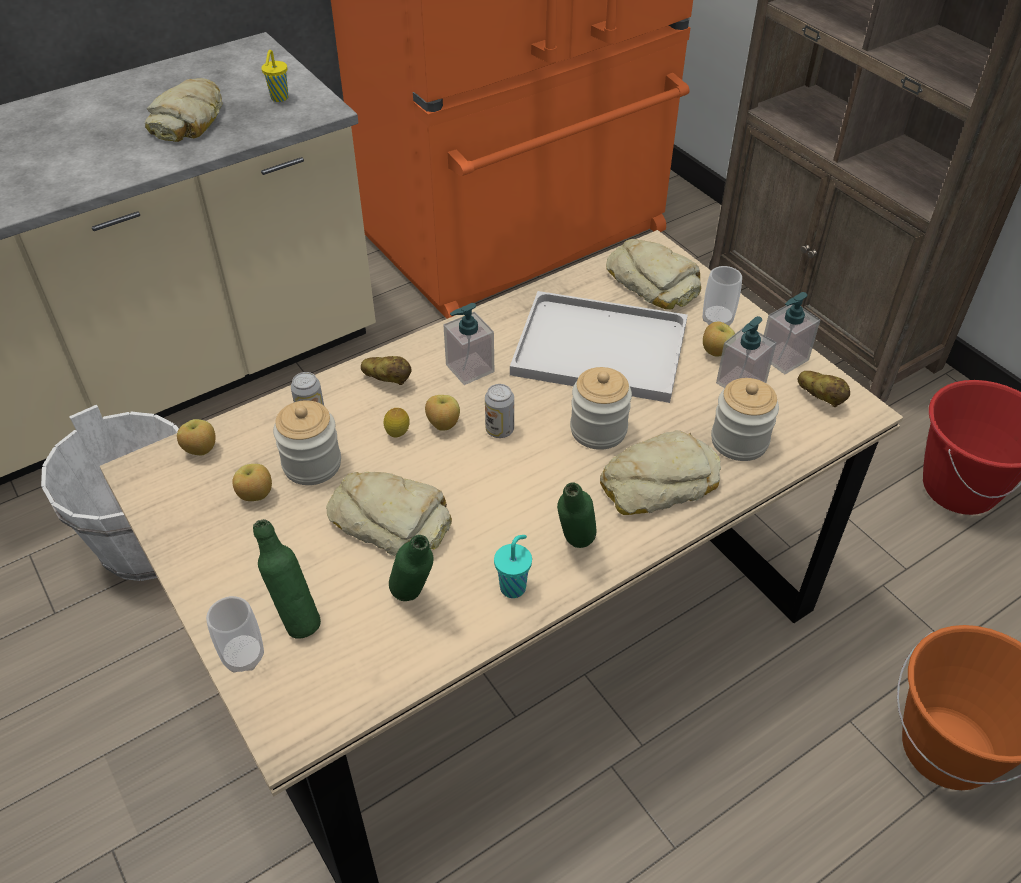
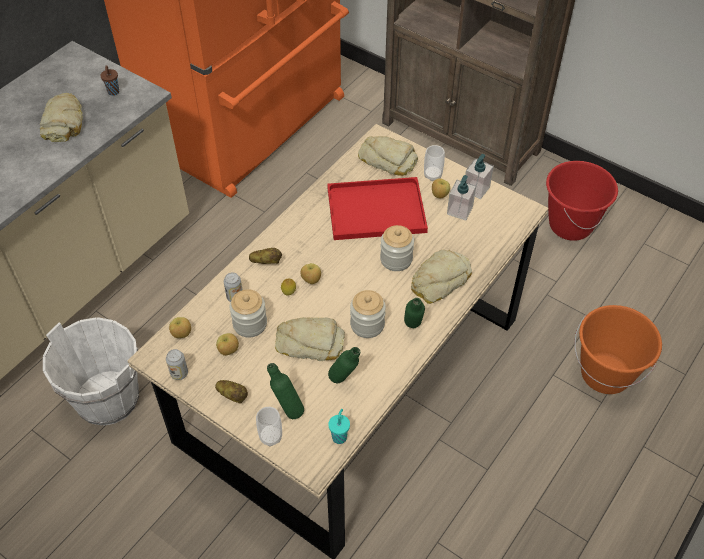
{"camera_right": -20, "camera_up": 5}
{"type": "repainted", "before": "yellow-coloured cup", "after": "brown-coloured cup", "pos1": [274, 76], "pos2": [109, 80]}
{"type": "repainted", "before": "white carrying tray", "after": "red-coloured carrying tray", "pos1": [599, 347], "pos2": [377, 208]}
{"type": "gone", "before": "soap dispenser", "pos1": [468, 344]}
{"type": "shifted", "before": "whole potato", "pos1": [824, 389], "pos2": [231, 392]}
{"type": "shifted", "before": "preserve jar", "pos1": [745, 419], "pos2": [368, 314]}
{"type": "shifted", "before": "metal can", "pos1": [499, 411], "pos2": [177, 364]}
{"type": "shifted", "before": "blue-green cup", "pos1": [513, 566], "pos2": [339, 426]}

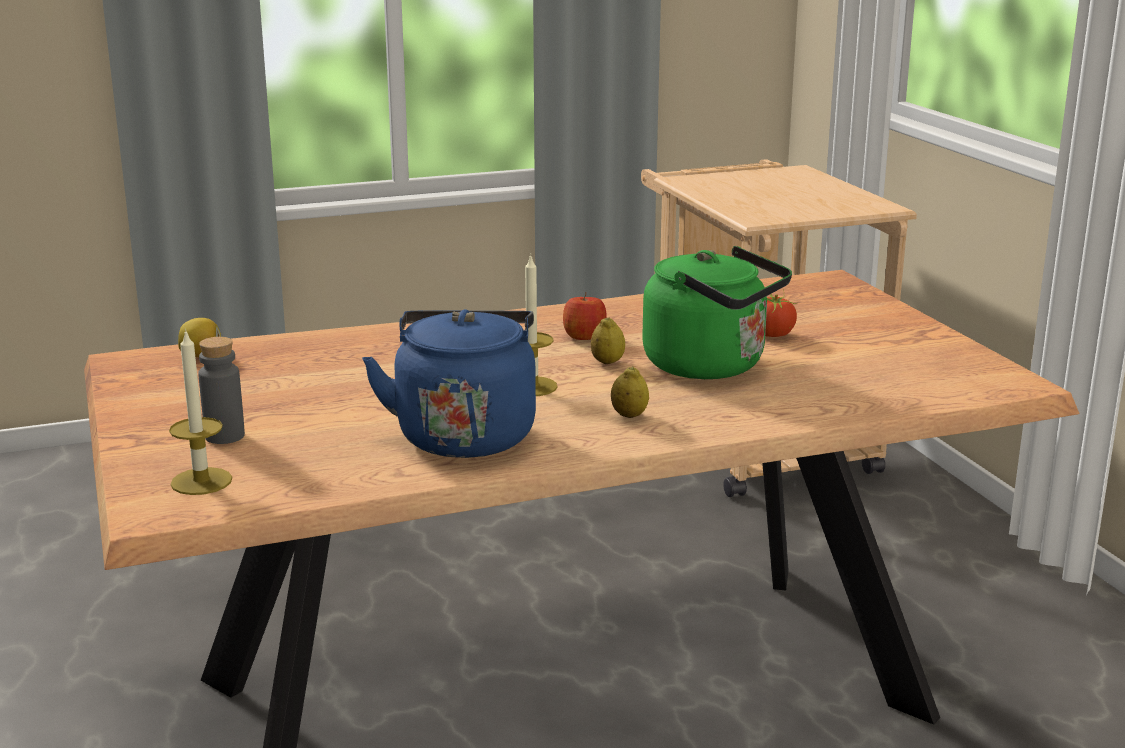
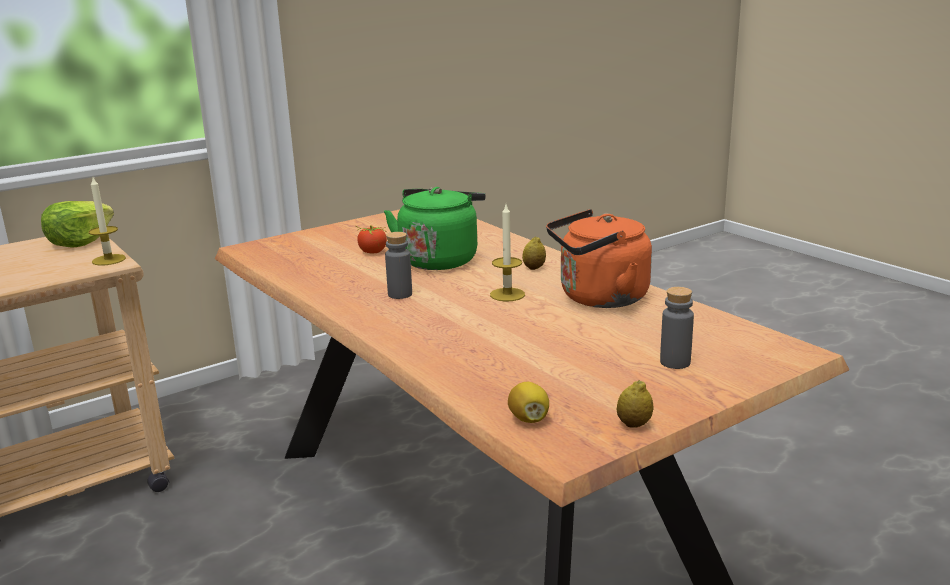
{"camera_right": -105, "camera_up": 0}
{"type": "swapped", "before": "apple fruit", "after": "grey drink bottle", "pos1": [585, 316], "pos2": [398, 265]}
{"type": "repainted", "before": "bluish tea kettle", "after": "orange tea kettle", "pos1": [449, 383], "pos2": [599, 258]}
{"type": "shifted", "before": "citrus fruit", "pos1": [608, 340], "pos2": [635, 404]}
{"type": "shifted", "before": "wax light", "pos1": [200, 412], "pos2": [107, 221]}
{"type": "new", "after": "head of lettuce", "pos2": [77, 224]}

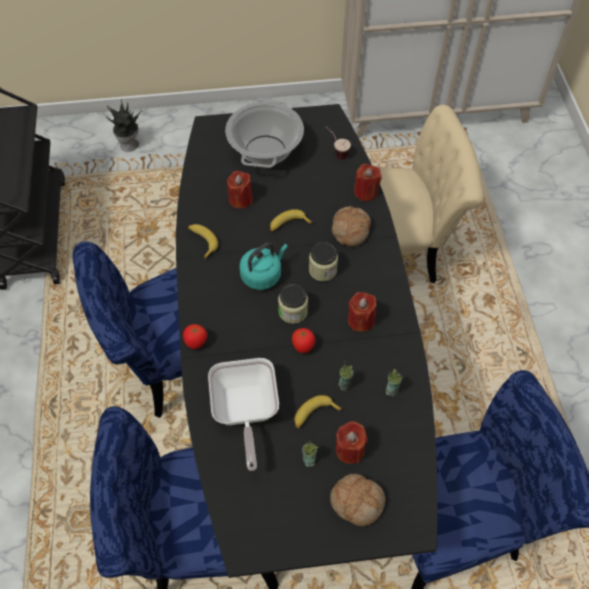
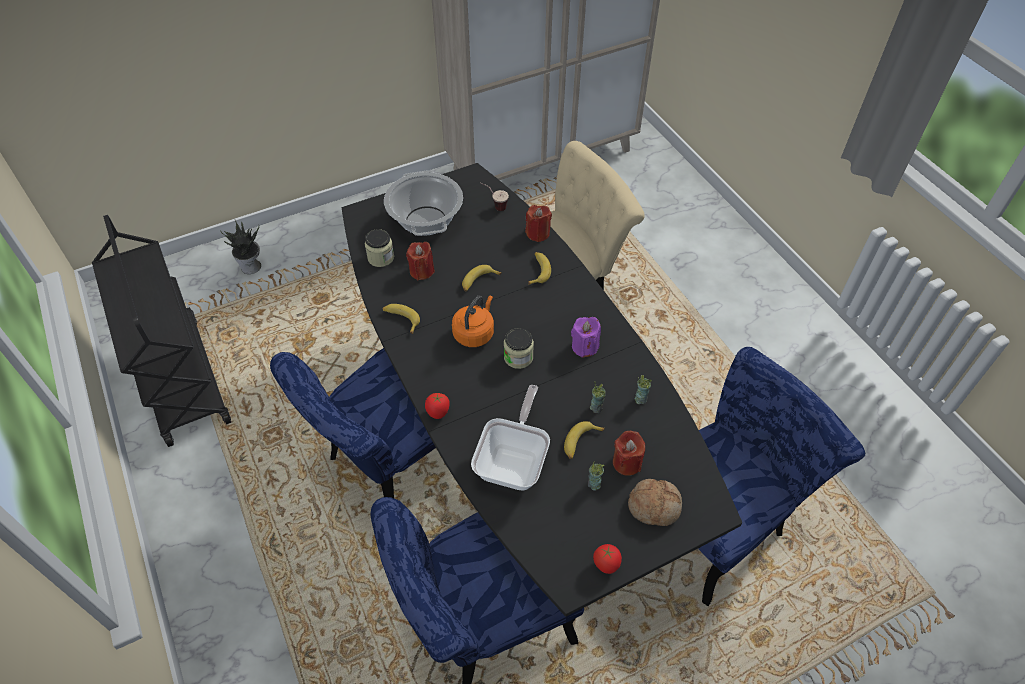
{"camera_right": -20, "camera_up": -5}
{"type": "swapped", "before": "bread", "after": "whole banana", "pos1": [351, 226], "pos2": [539, 268]}
{"type": "repainted", "before": "blue-green tea kettle", "after": "orange tea kettle", "pos1": [263, 266], "pos2": [473, 321]}
{"type": "shifted", "before": "preserve jar", "pos1": [323, 261], "pos2": [379, 248]}
{"type": "repainted", "before": "red-coloured wax light", "after": "purple-coloured wax light", "pos1": [362, 312], "pos2": [586, 337]}
{"type": "shifted", "before": "fresh tomato", "pos1": [304, 340], "pos2": [607, 559]}
{"type": "rotated", "before": "skillet", "pos1": [243, 414], "pos2": [510, 438], "turn": -135}

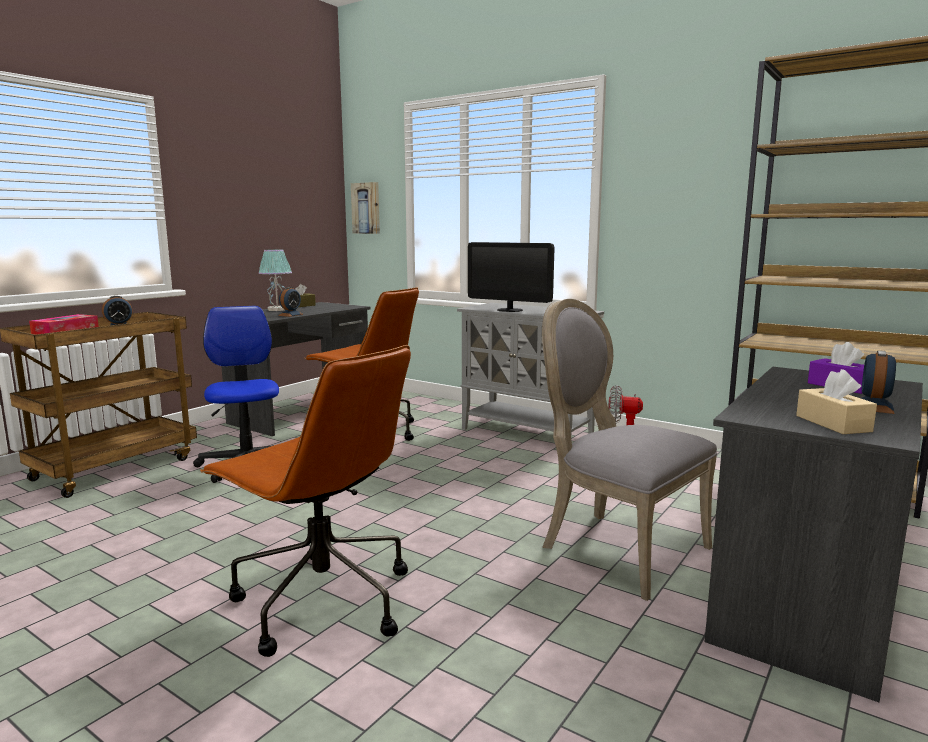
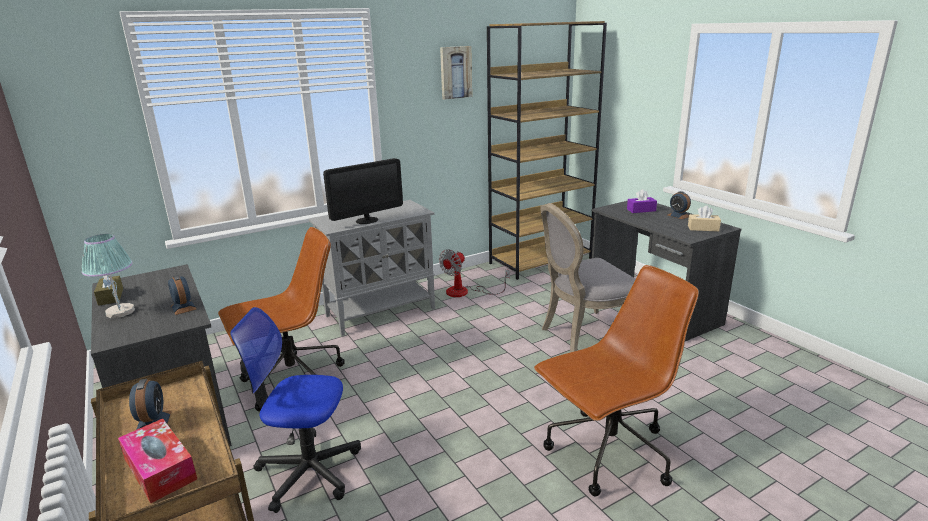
{"camera_right": -65, "camera_up": 10}
{"type": "shifted", "before": "wall art", "pos1": [365, 208], "pos2": [456, 73]}

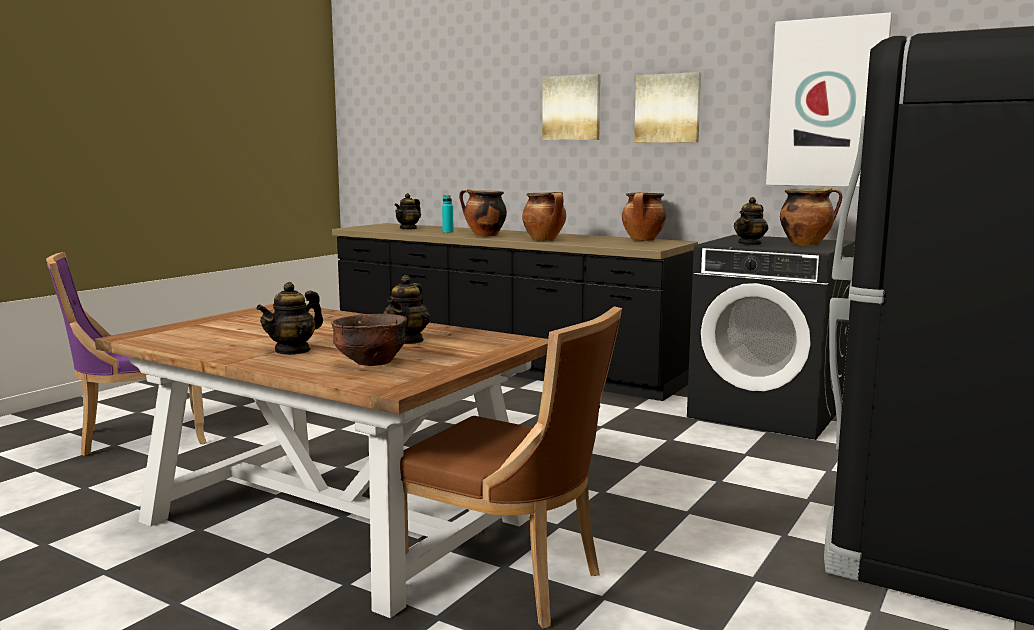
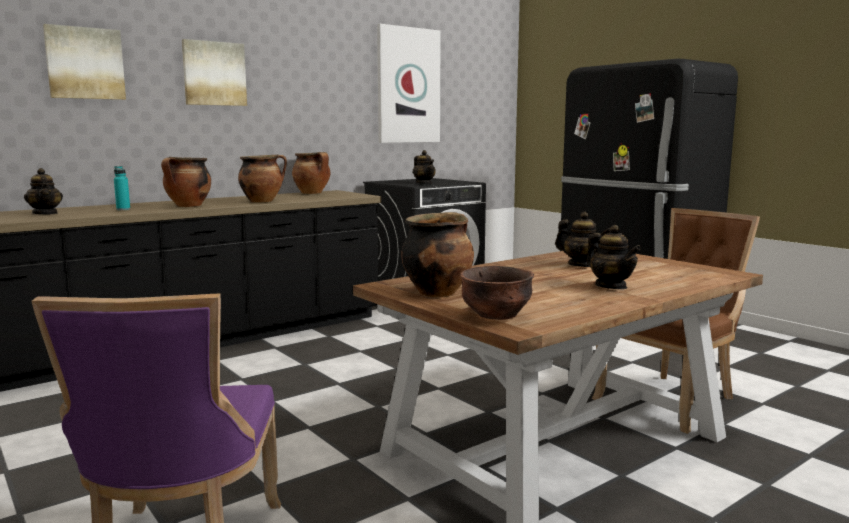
{"camera_right": -70, "camera_up": 0}
{"type": "shifted", "before": "wall art", "pos1": [667, 107], "pos2": [84, 62]}
{"type": "shifted", "before": "saucepot", "pos1": [811, 216], "pos2": [437, 254]}
{"type": "shifted", "before": "brown-coloured serving bowl", "pos1": [369, 340], "pos2": [497, 293]}

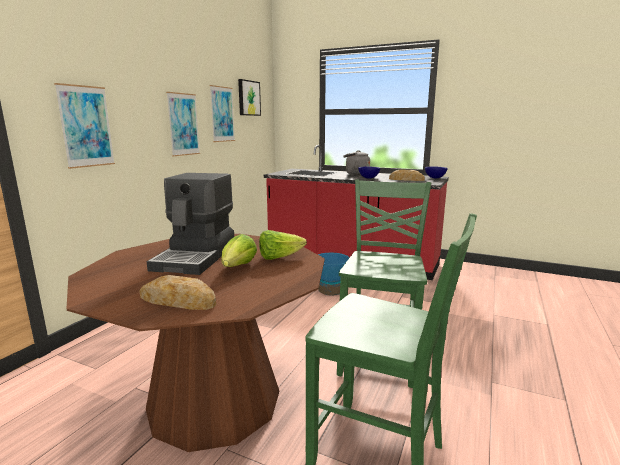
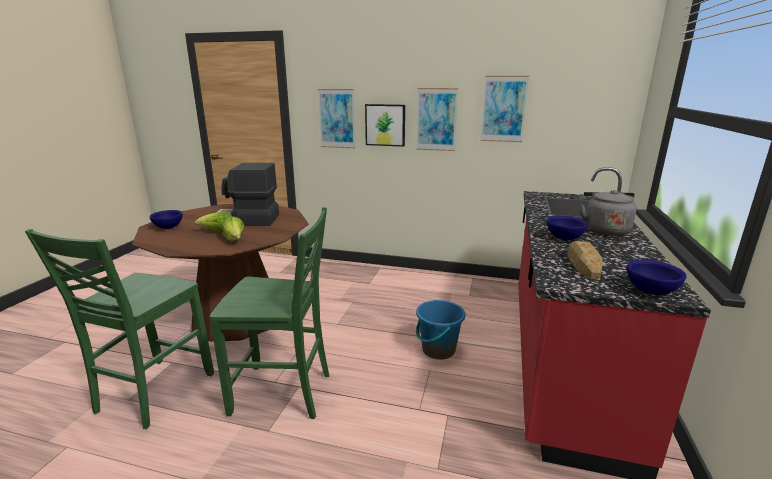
{"camera_right": 80, "camera_up": 5}
{"type": "shifted", "before": "wall art", "pos1": [249, 97], "pos2": [385, 125]}
{"type": "swapped", "before": "bread", "after": "bluish serving bowl", "pos1": [177, 292], "pos2": [166, 219]}

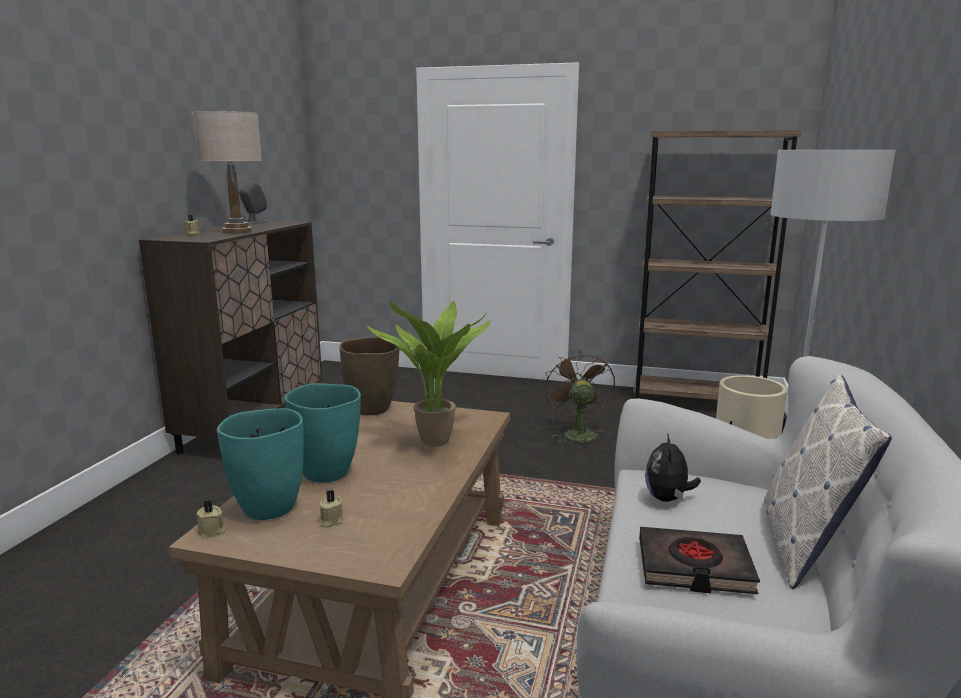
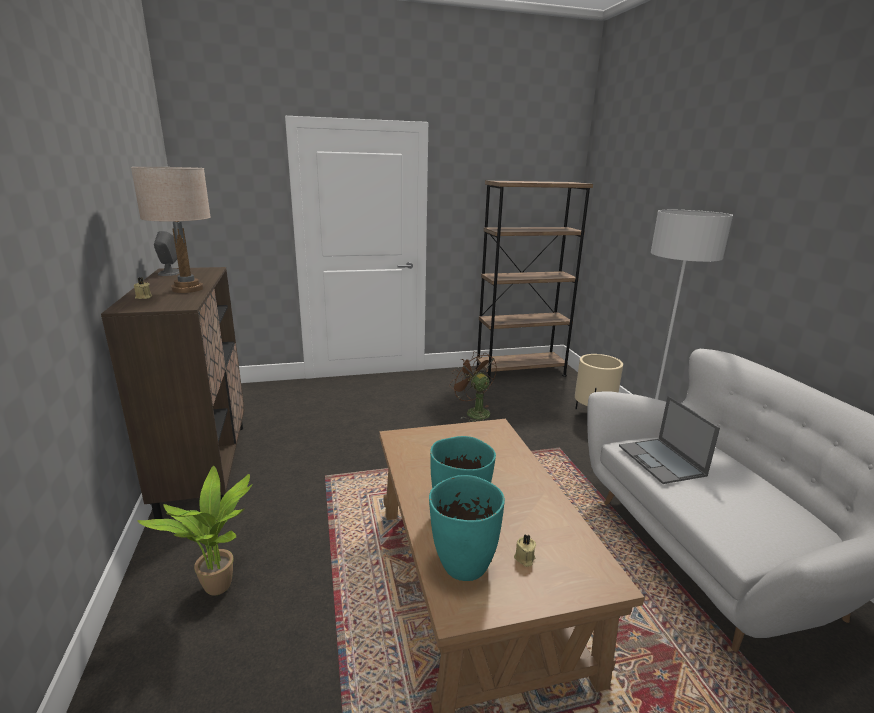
{"camera_right": -30, "camera_up": 5}
{"type": "shifted", "before": "potted plant", "pos1": [429, 374], "pos2": [194, 530]}
{"type": "gone", "before": "brown-coloured decorative vase", "pos1": [369, 376]}
{"type": "gone", "before": "throw pillow", "pos1": [828, 482]}
{"type": "swapped", "before": "cuddly toy", "after": "laptop", "pos1": [673, 467], "pos2": [669, 440]}
{"type": "gone", "before": "sand-coloured wax light", "pos1": [211, 519]}
{"type": "gone", "before": "black-coloured bound book", "pos1": [699, 560]}

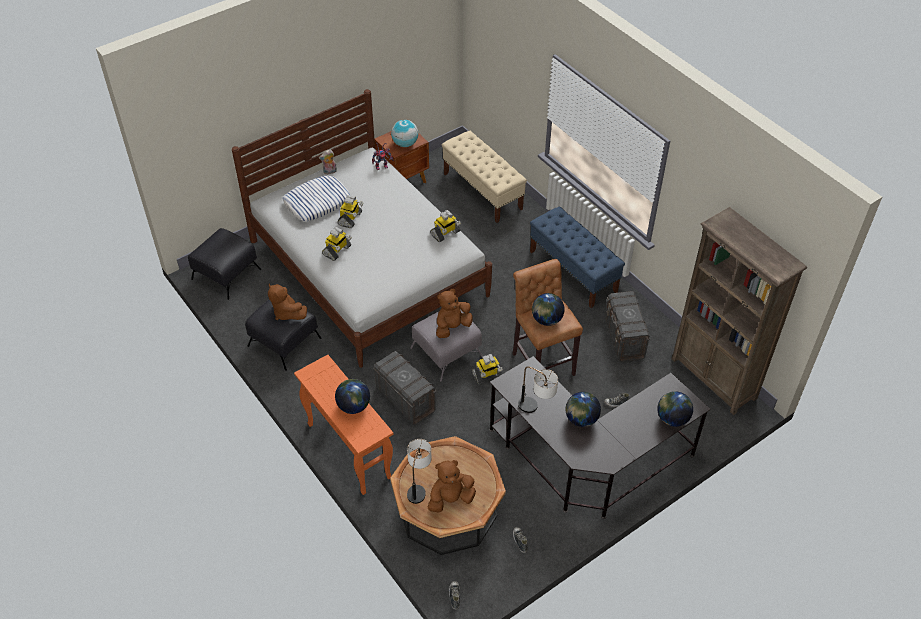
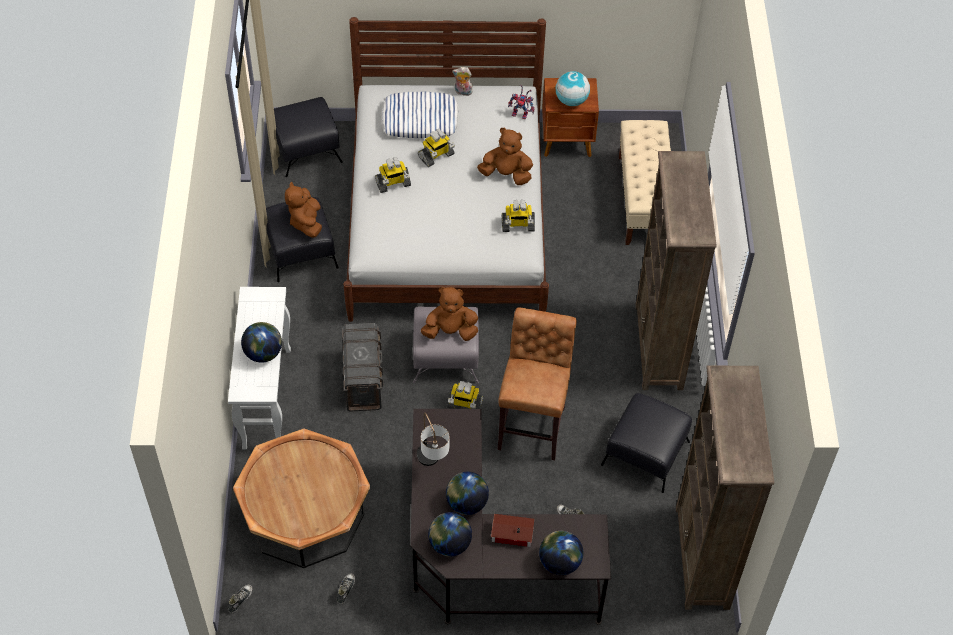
{"camera_right": 35, "camera_up": 5}
{"type": "swapped", "before": "bluish indoor bench", "after": "brown-coloured bookshelf", "pos1": [577, 257], "pos2": [675, 270]}
{"type": "swapped", "before": "grey storage box", "after": "black-coloured footrest", "pos1": [628, 326], "pos2": [646, 443]}
{"type": "shifted", "before": "globe", "pos1": [548, 309], "pos2": [450, 534]}
{"type": "repainted", "before": "orange console table", "after": "white console table", "pos1": [343, 425], "pos2": [259, 368]}
{"type": "gone", "before": "tabletop lamp", "pos1": [419, 471]}
{"type": "shifted", "before": "brown-coloured cuddly toy", "pos1": [452, 486], "pos2": [505, 156]}
{"type": "new", "after": "model house", "pos2": [513, 530]}

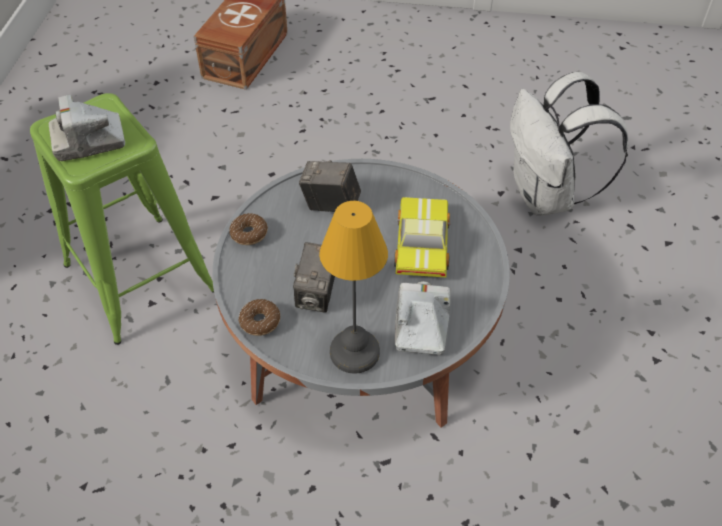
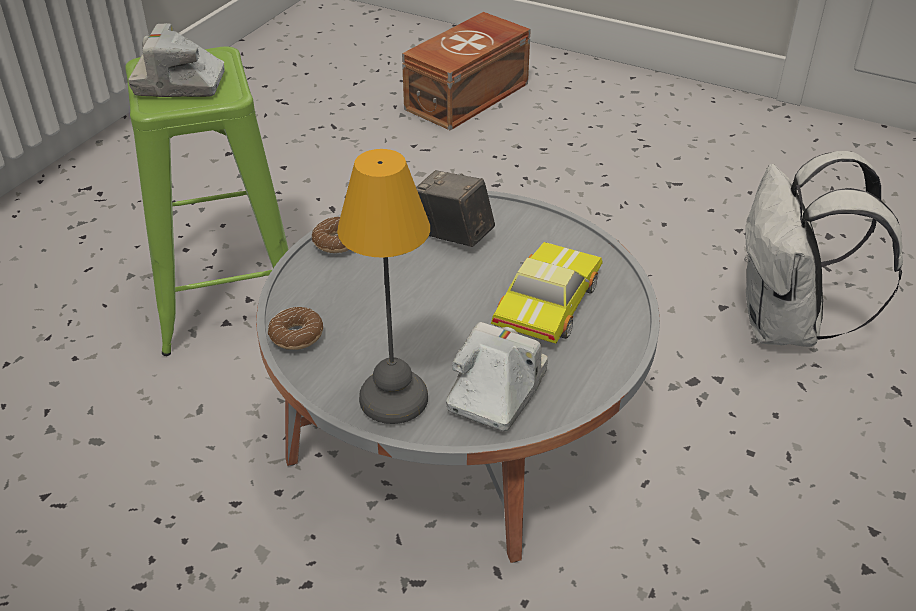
{"camera_right": 20, "camera_up": -10}
{"type": "gone", "before": "still camera", "pos1": [314, 277]}

